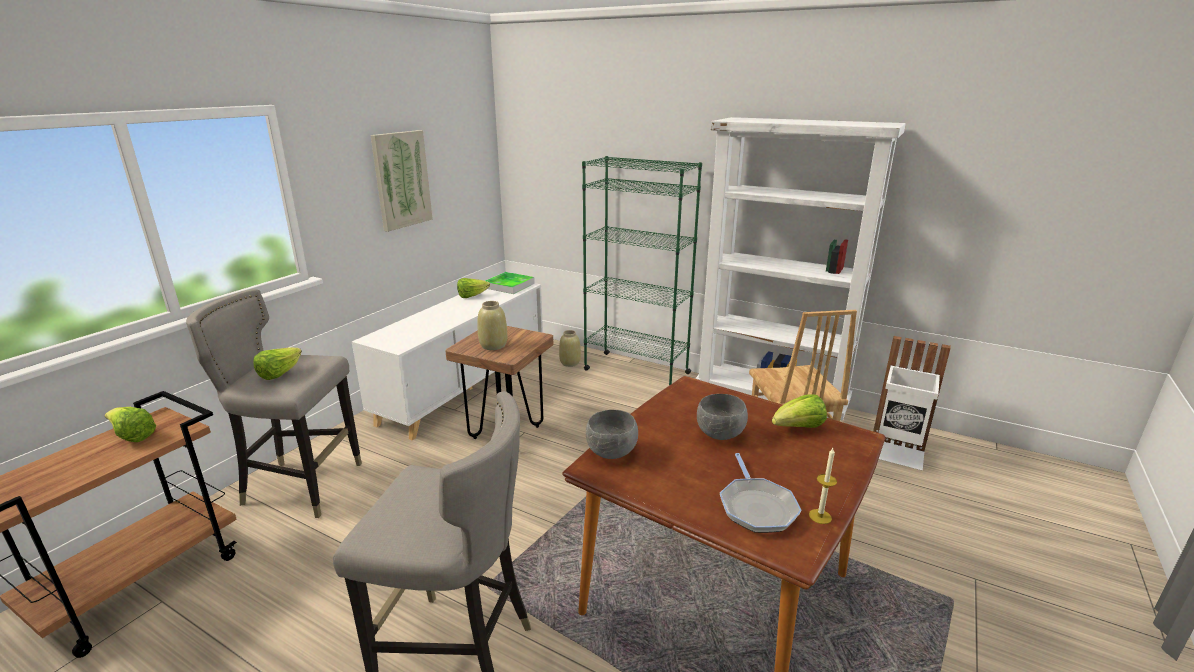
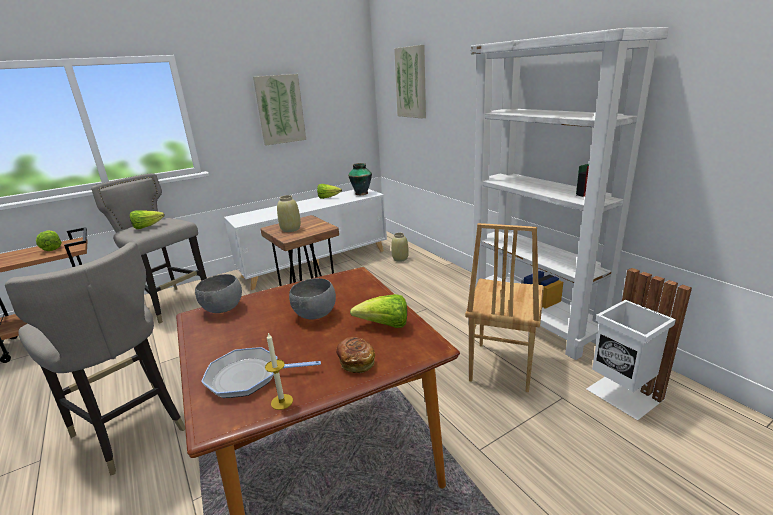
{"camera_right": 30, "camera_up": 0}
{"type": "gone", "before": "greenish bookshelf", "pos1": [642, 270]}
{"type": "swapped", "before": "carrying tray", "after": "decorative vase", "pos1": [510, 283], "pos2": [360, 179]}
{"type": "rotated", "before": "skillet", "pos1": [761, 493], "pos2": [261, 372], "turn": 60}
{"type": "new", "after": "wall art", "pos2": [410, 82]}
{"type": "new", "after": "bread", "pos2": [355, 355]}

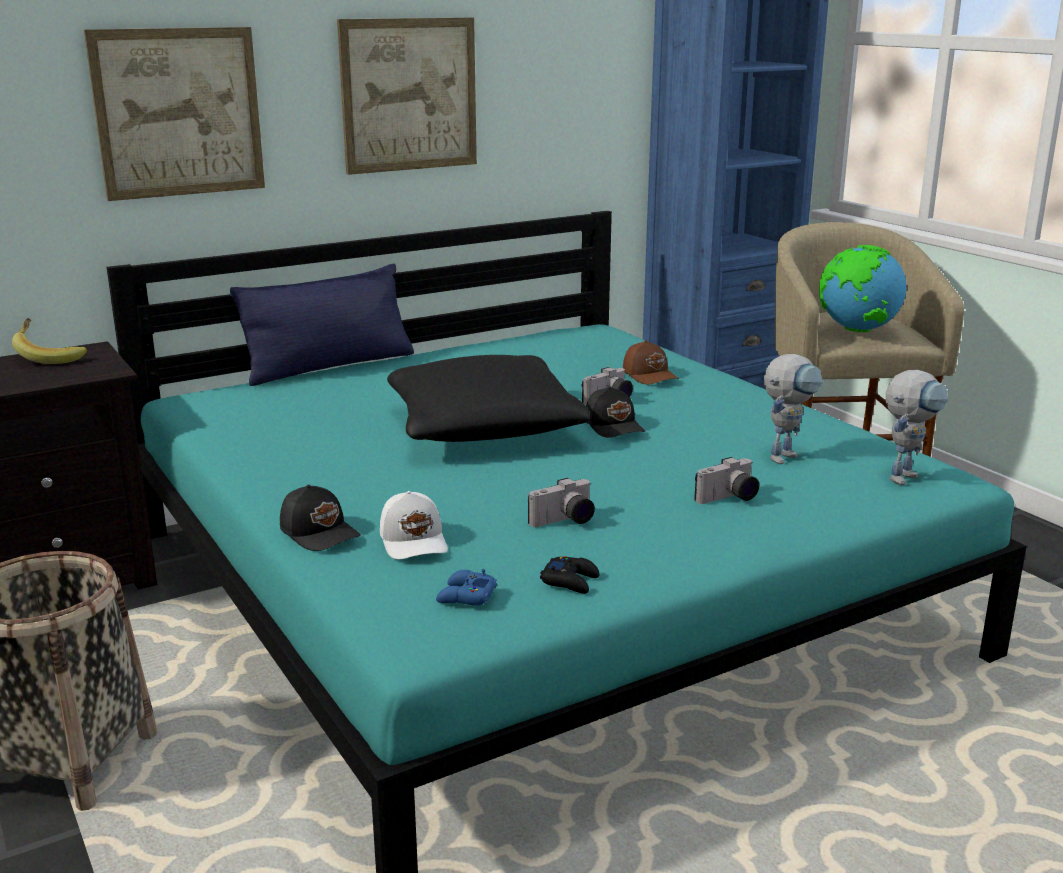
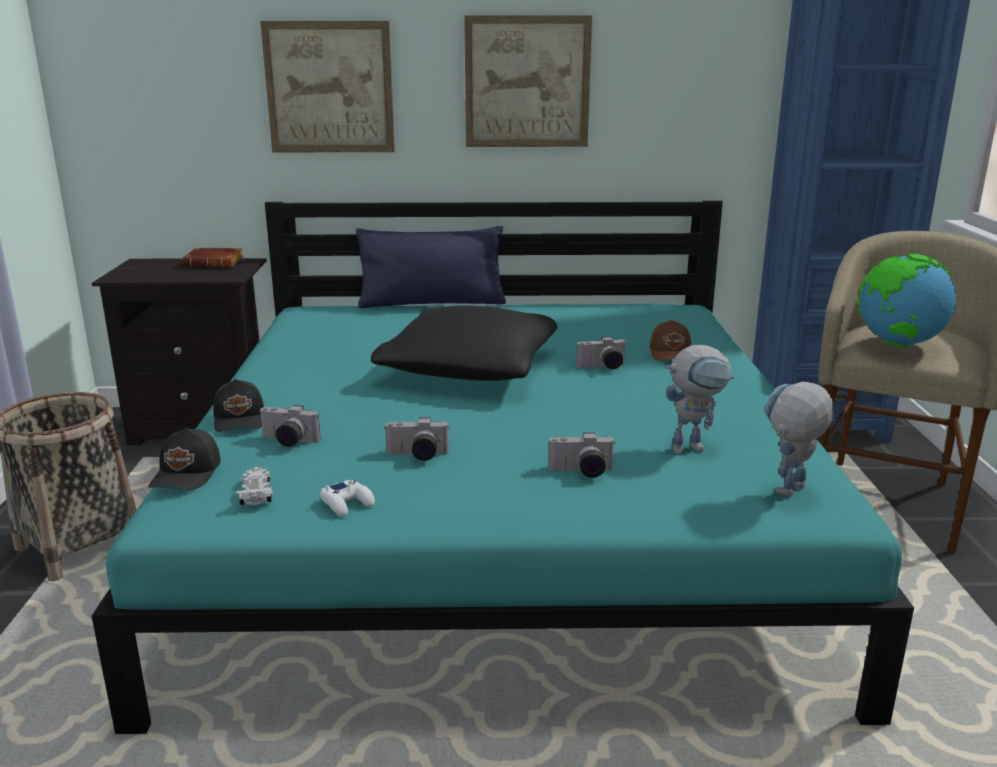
{"camera_right": 30, "camera_up": 0}
{"type": "swapped", "before": "whole banana", "after": "brown-coloured bound book", "pos1": [49, 341], "pos2": [213, 257]}
{"type": "rotated", "before": "toy robot", "pos1": [917, 427], "pos2": [799, 439], "turn": 150}
{"type": "shifted", "before": "black-coloured baseball cap", "pos1": [615, 412], "pos2": [184, 459]}
{"type": "swapped", "before": "white baseball cap", "after": "still camera", "pos1": [414, 525], "pos2": [290, 426]}
{"type": "repainted", "before": "black-coloured joypad", "after": "white joypad", "pos1": [570, 575], "pos2": [347, 498]}
{"type": "swapped", "before": "bluish joypad", "after": "white miniature car", "pos1": [466, 587], "pos2": [254, 486]}

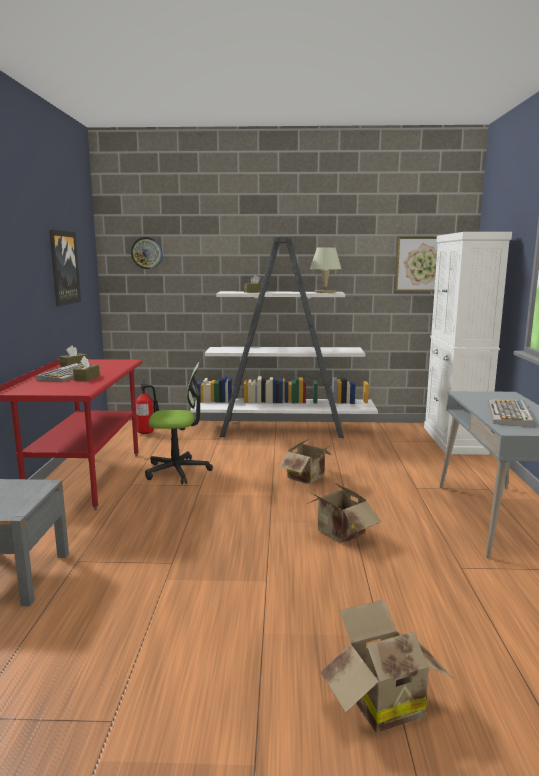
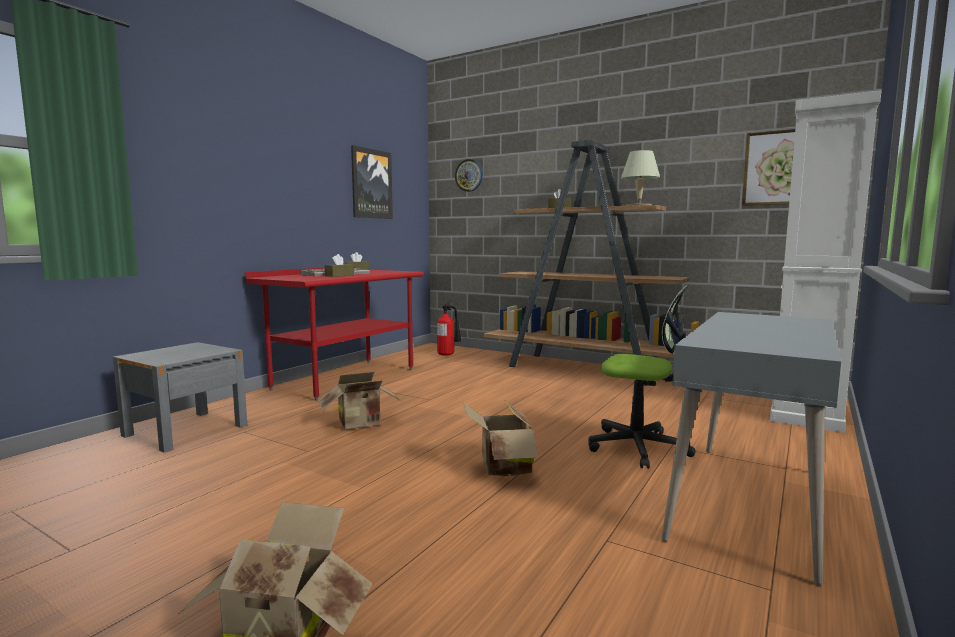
{"camera_right": 30, "camera_up": -5}
{"type": "repainted", "before": "white bookshelf", "after": "brown-coloured bookshelf", "pos1": [284, 337], "pos2": [591, 263]}
{"type": "shifted", "before": "desk chair", "pos1": [179, 423], "pos2": [642, 377]}
{"type": "gone", "before": "computer keyboard", "pos1": [511, 413]}
{"type": "shifted", "before": "cardboard box", "pos1": [307, 460], "pos2": [359, 400]}

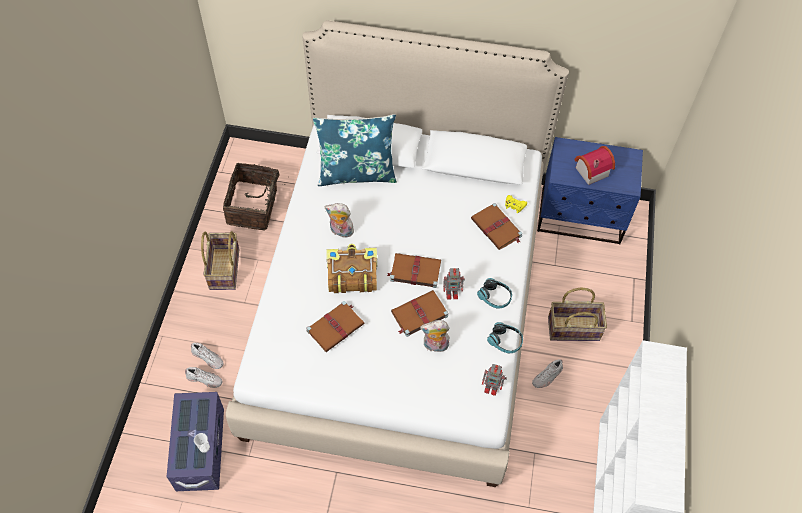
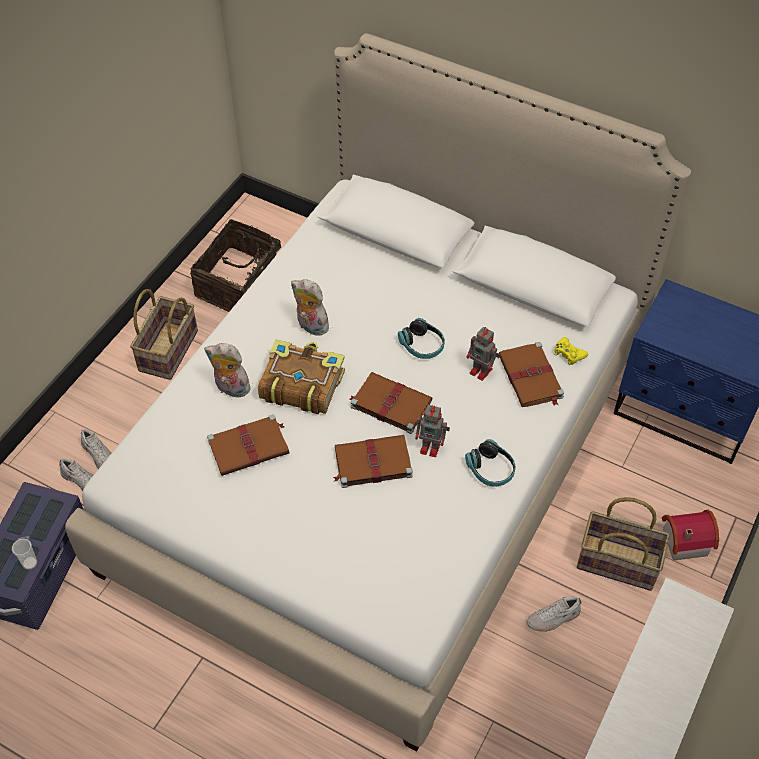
{"camera_right": 20, "camera_up": -5}
{"type": "gone", "before": "bluish throw pillow", "pos1": [355, 150]}
{"type": "shifted", "before": "model house", "pos1": [594, 165], "pos2": [690, 535]}
{"type": "shifted", "before": "cuddly toy", "pos1": [435, 336], "pos2": [227, 370]}
{"type": "shifted", "before": "headphones", "pos1": [505, 337], "pos2": [421, 338]}
{"type": "shifted", "before": "toy robot", "pos1": [494, 380], "pos2": [483, 354]}

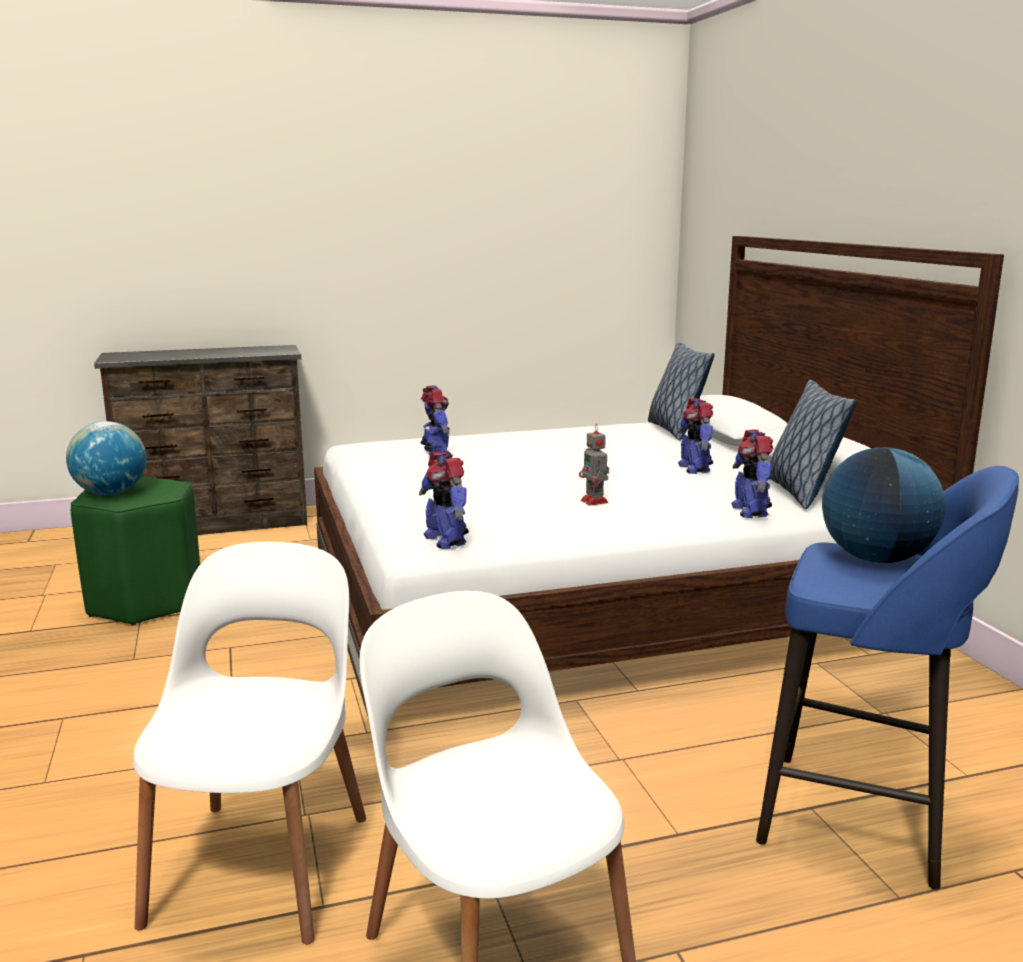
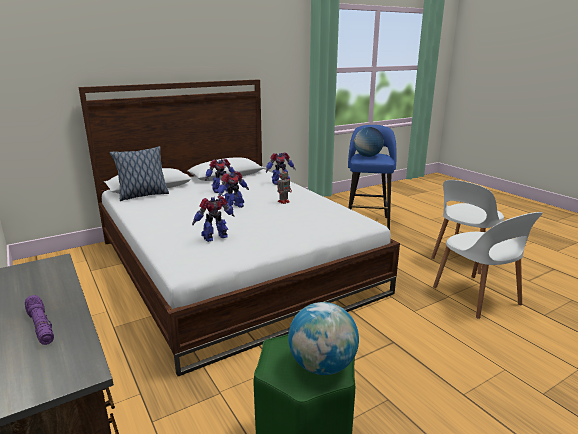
{"camera_right": -105, "camera_up": 5}
{"type": "gone", "before": "throw pillow", "pos1": [813, 444]}
{"type": "shifted", "before": "toy robot", "pos1": [444, 500], "pos2": [233, 190]}
{"type": "rotated", "before": "white plain chair", "pos1": [249, 743], "pos2": [488, 265], "turn": -105}
{"type": "new", "after": "purple-coloured hand torch", "pos2": [39, 320]}

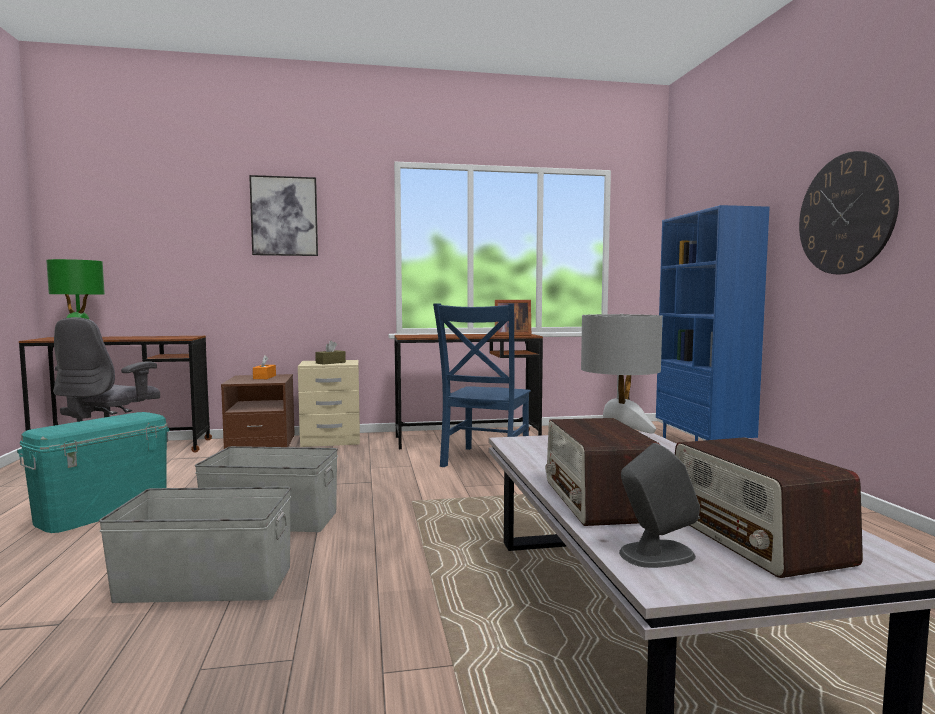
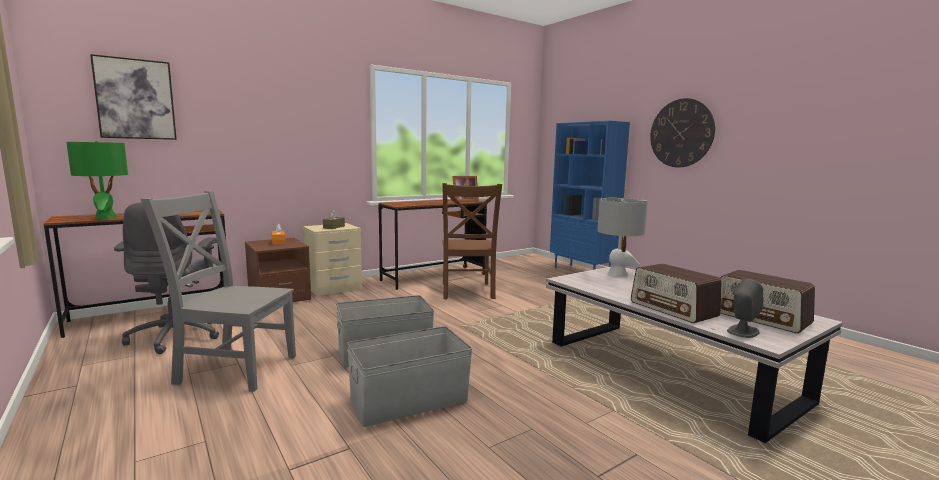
{"camera_right": -25, "camera_up": 5}
{"type": "shifted", "before": "wall art", "pos1": [283, 215], "pos2": [133, 97]}
{"type": "repainted", "before": "bluish plain chair", "after": "brown-coloured plain chair", "pos1": [482, 385], "pos2": [472, 241]}
{"type": "swapped", "before": "blue-green storage box", "after": "grey plain chair", "pos1": [93, 472], "pos2": [218, 291]}

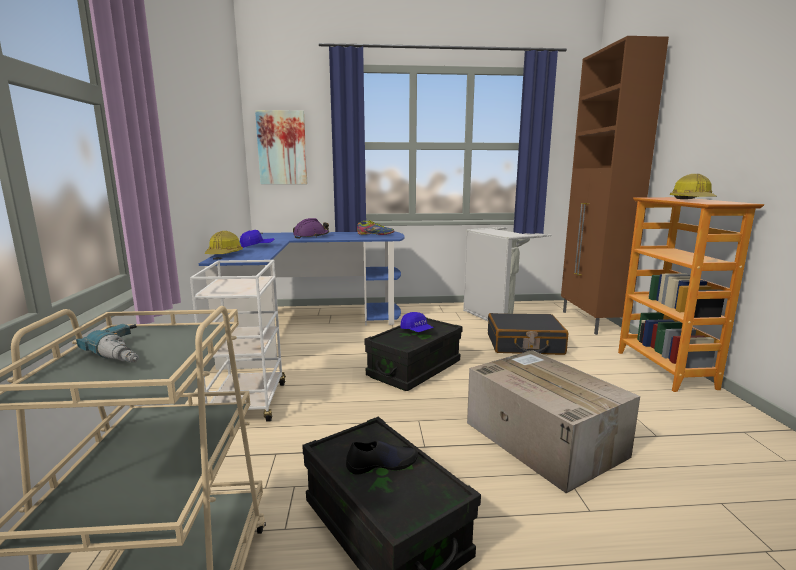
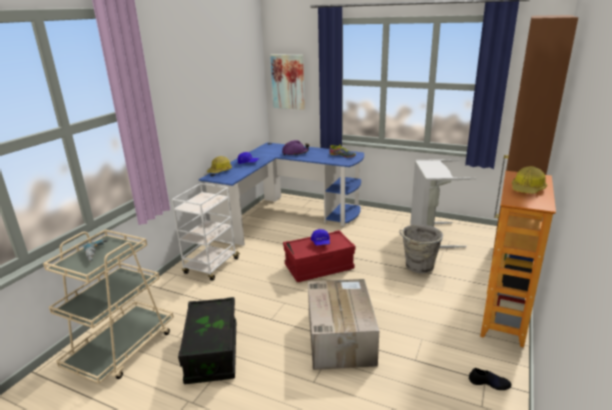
{"camera_right": 30, "camera_up": 10}
{"type": "swapped", "before": "black-coloured travel case", "after": "grey water bucket", "pos1": [528, 334], "pos2": [421, 248]}
{"type": "repainted", "before": "black-coloured storage box", "after": "red-coloured storage box", "pos1": [413, 354], "pos2": [319, 256]}
{"type": "shifted", "before": "black-coloured low shoe", "pos1": [382, 458], "pos2": [490, 379]}

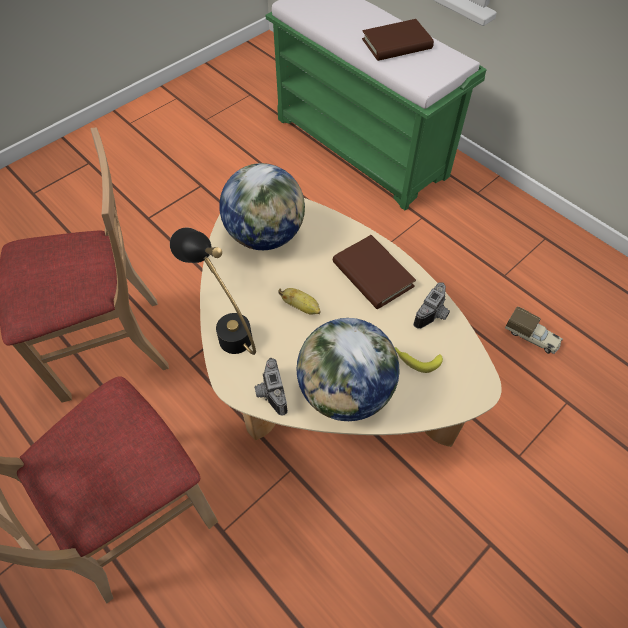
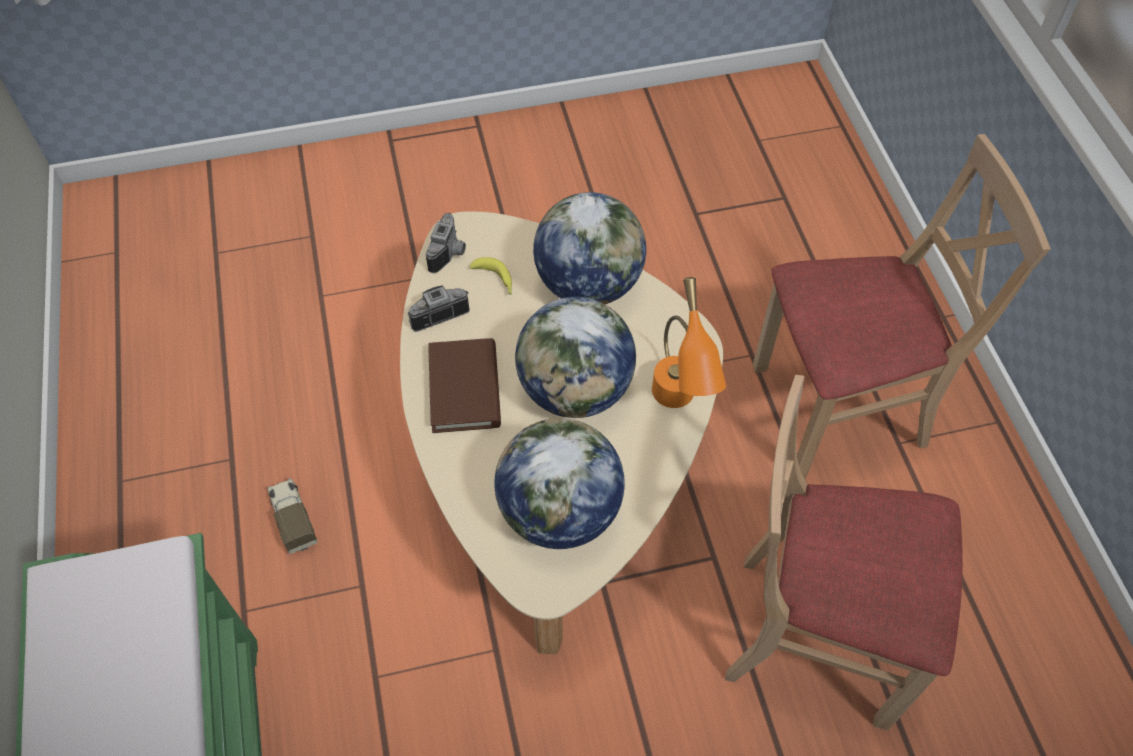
{"camera_right": -150, "camera_up": 0}
{"type": "gone", "before": "brown-coloured bound book", "pos1": [398, 40]}
{"type": "repainted", "before": "black-coloured tabletop lamp", "after": "orange tabletop lamp", "pos1": [213, 291], "pos2": [689, 342]}
{"type": "swapped", "before": "whole banana", "after": "globe", "pos1": [299, 301], "pos2": [575, 357]}
{"type": "shifted", "before": "toy truck", "pos1": [534, 330], "pos2": [293, 516]}
{"type": "shifted", "before": "still camera", "pos1": [271, 387], "pos2": [446, 243]}

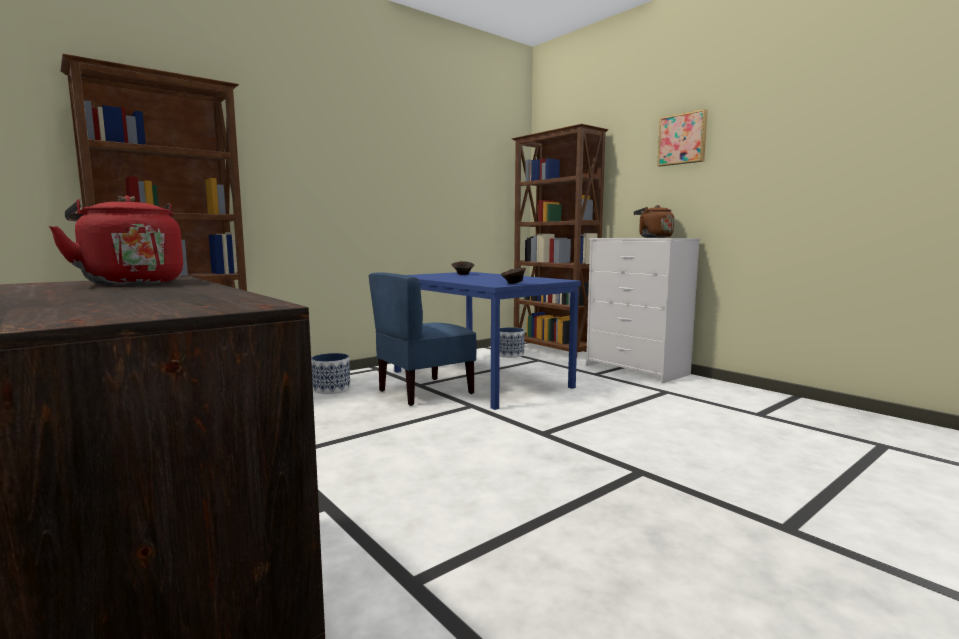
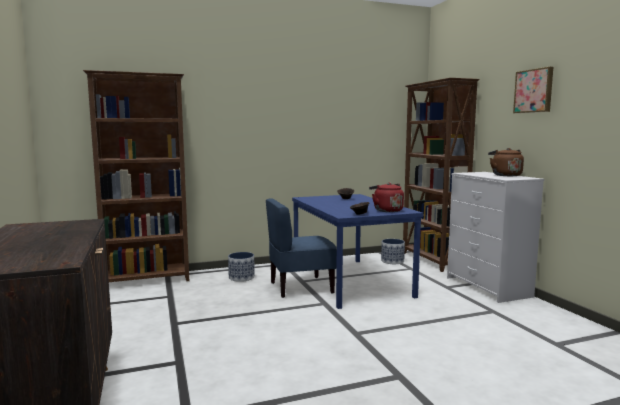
{"camera_right": 20, "camera_up": 0}
{"type": "shifted", "before": "red-coloured tea kettle", "pos1": [116, 240], "pos2": [386, 197]}

